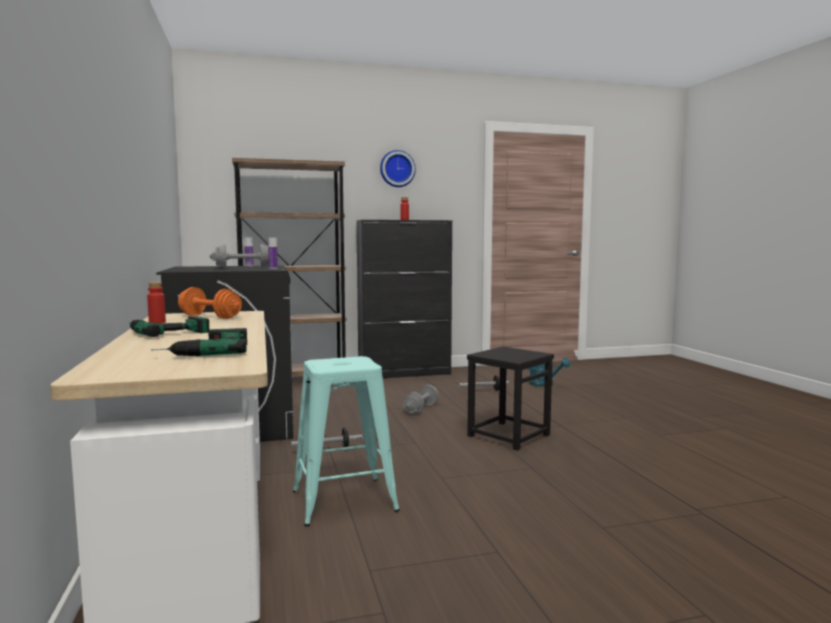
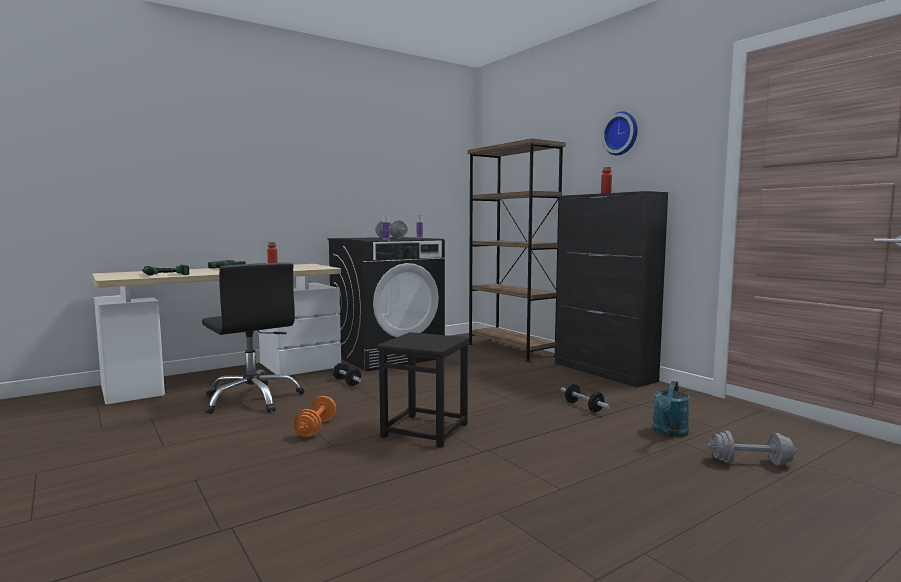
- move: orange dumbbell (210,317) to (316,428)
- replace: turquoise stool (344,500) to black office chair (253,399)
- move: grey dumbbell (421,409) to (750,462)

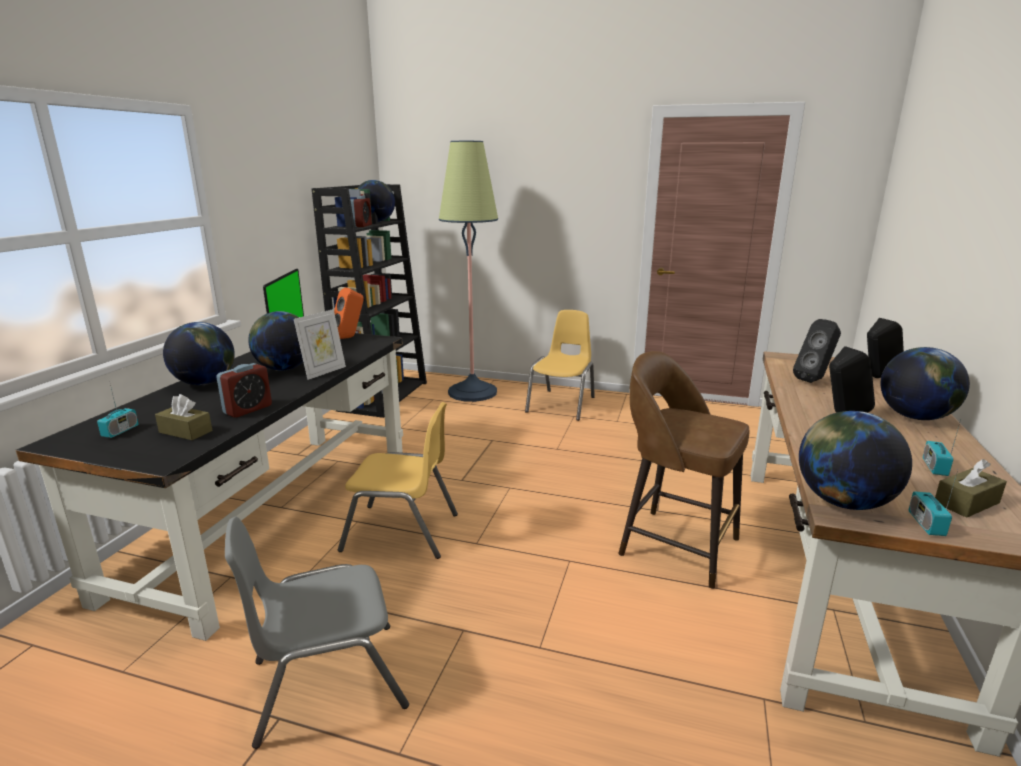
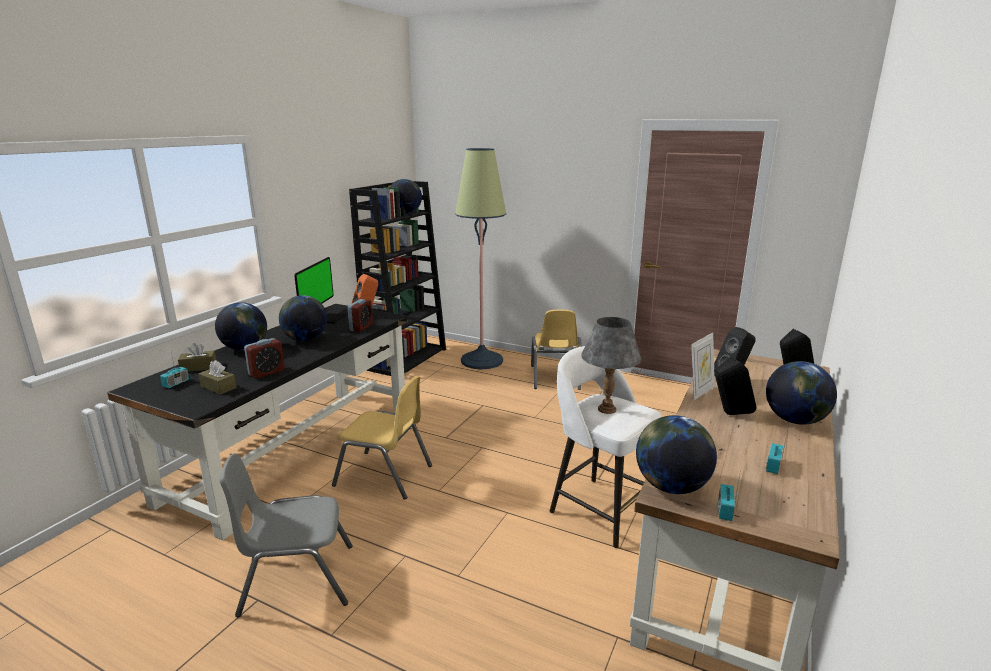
- move: picture frame (324,372) to (700,391)
- move: alarm clock (362,225) to (361,327)
- rotate: yellow chair (562,404) = (555,377) 150 degrees clockwise
- recolor: brown stool (675,545) to white stool (600,509)
- move: brown tissue box (966,503) to (198,367)
- insert: grey table lamp (606,409)

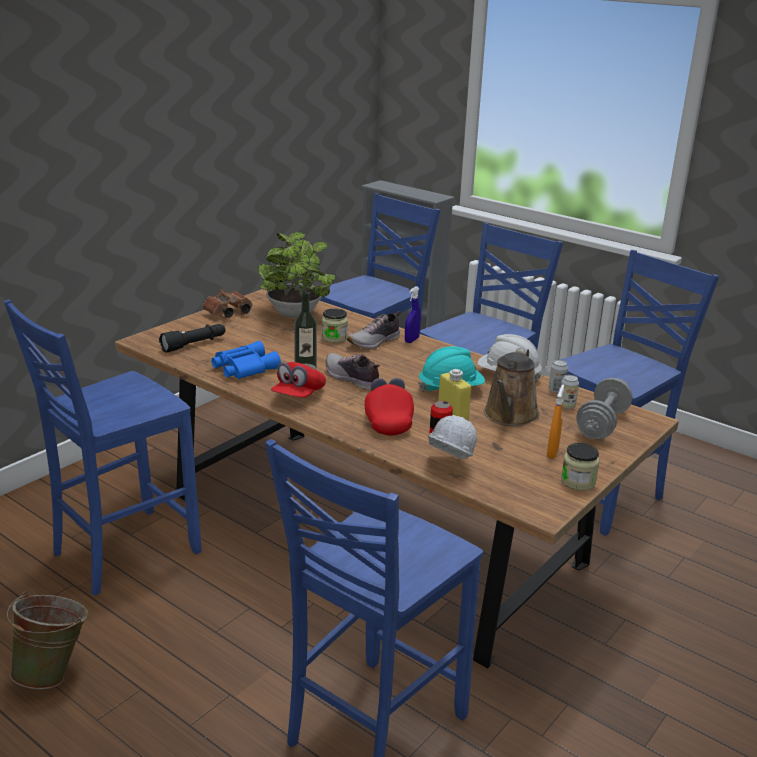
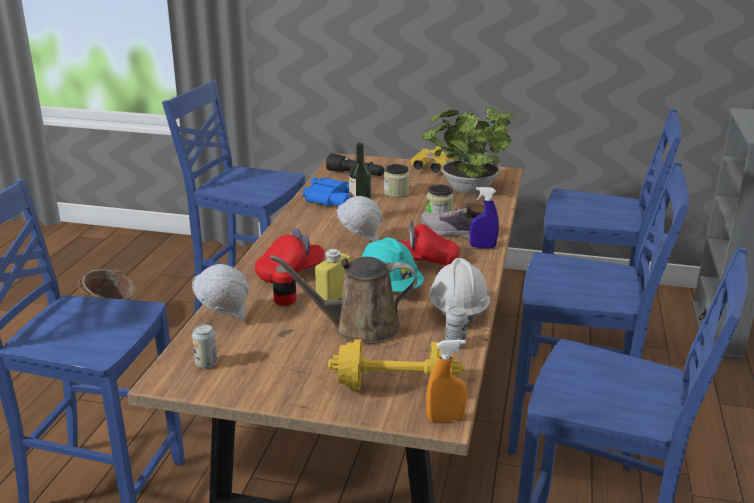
- recolor: brown binoculars (228,313) to yellow binoculars (431,169)
- move: red cap (298,395) to (424,261)
- replace: shoe (351,379) to white hard hat (360,240)
- move: orange spray bottle (552,452) to (445,419)
- move: can (566,406) to (206,363)
- move: jar (578,482) to (396,193)
- recolor: grey dumbbell (602,424) to yellow dumbbell (395,386)

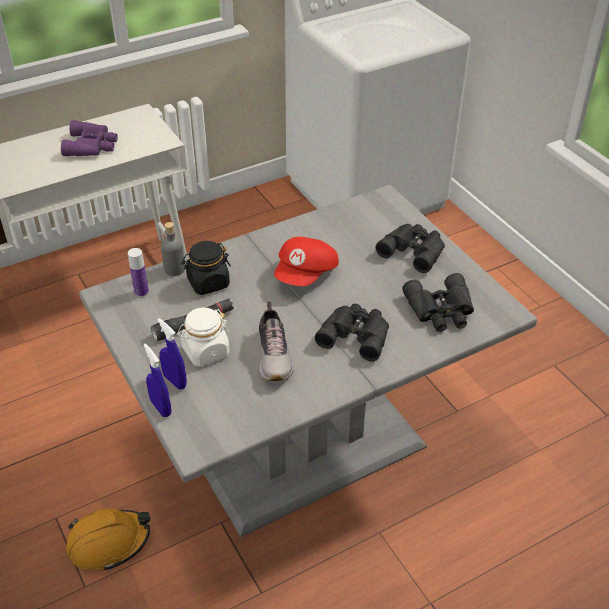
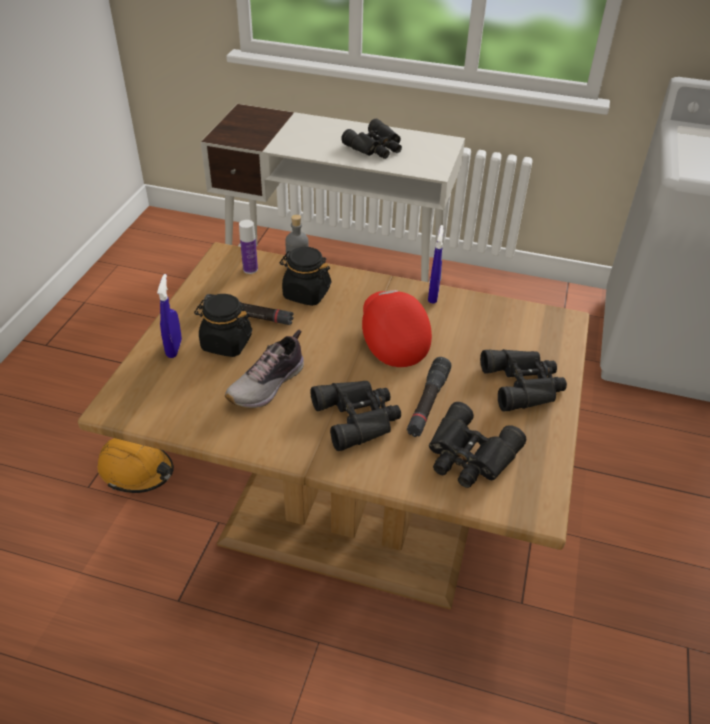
- recolor: purple binoculars (92,145) to black binoculars (376,147)
- recolor: grey dining table (304,444) to brown dining table (350,516)
- move: blue spray bottle (161,408) to (433,295)
- recolor: white jar (205,352) to black jar (226,343)
- rotate: red cap (306,274) = (392,339) 90 degrees clockwise
- insert: black flashlight (427,403)

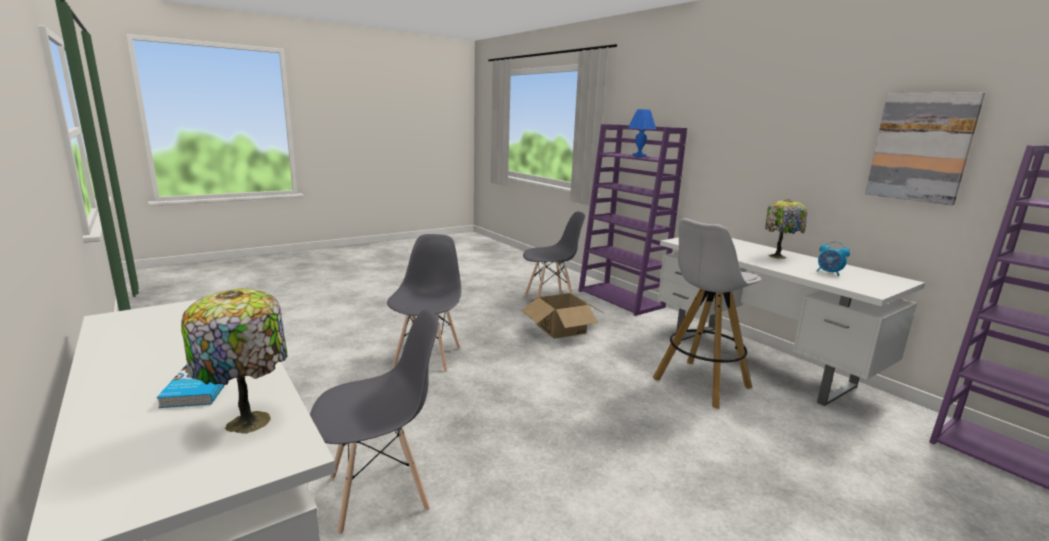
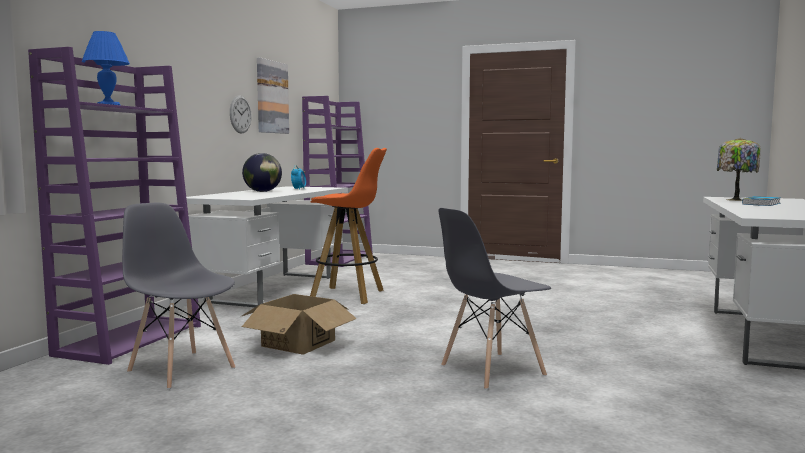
- delete: grey chair (379,492)
- recolor: white stool (700,384) to orange stool (349,296)
- replace: table lamp (778,256) to globe (263,191)
- insert: wall clock (240,114)

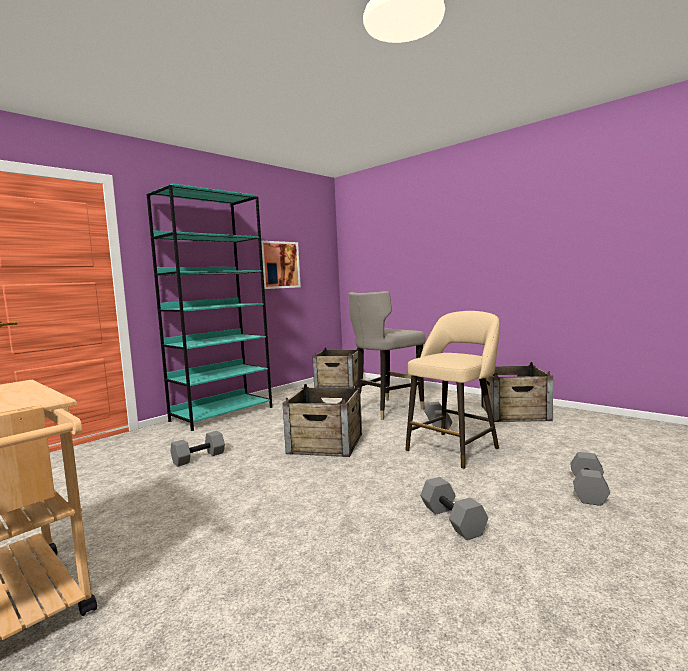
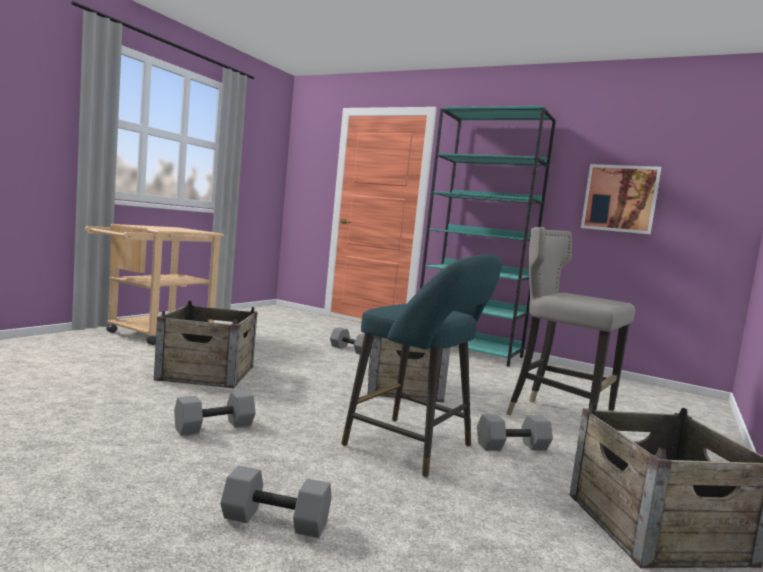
- move: crate (338,383) to (206,372)
- recolor: beige stool (455,448) to turquoise stool (414,448)

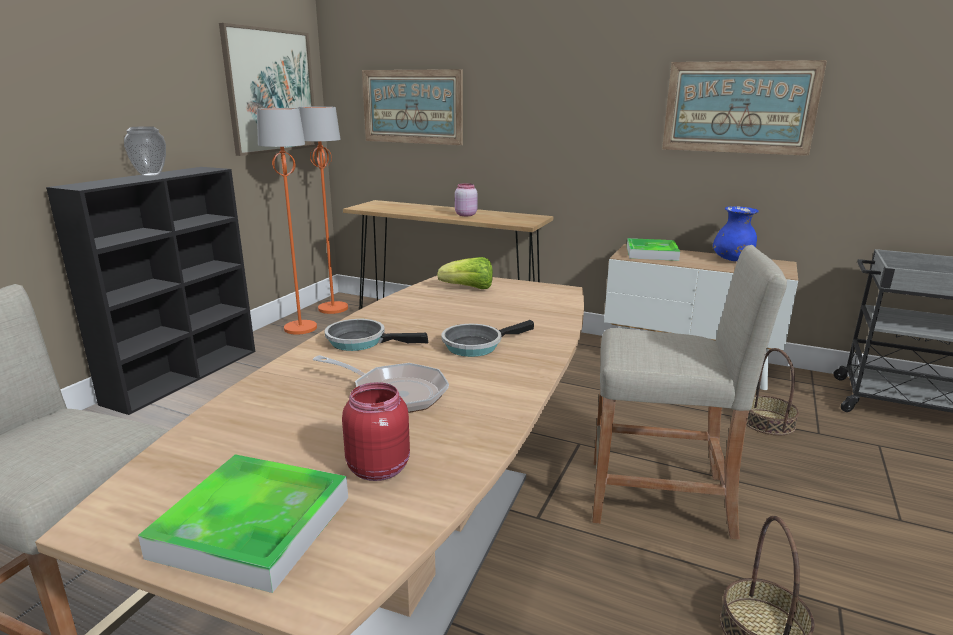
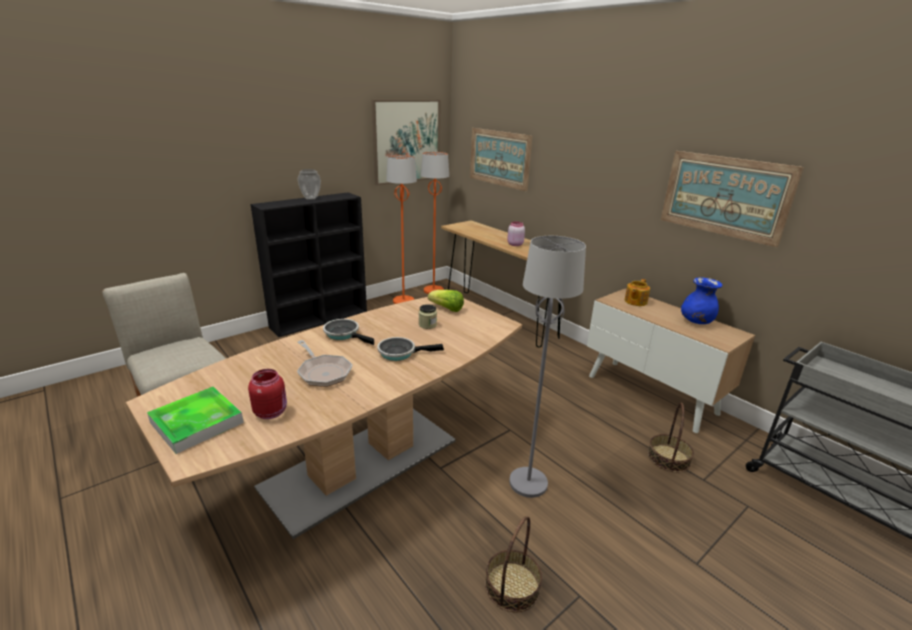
- replace: beige stool (659,498) to grey floor lamp (528,483)
- replace: tray (651,253) to teapot (635,301)
- insert: jar (427,325)

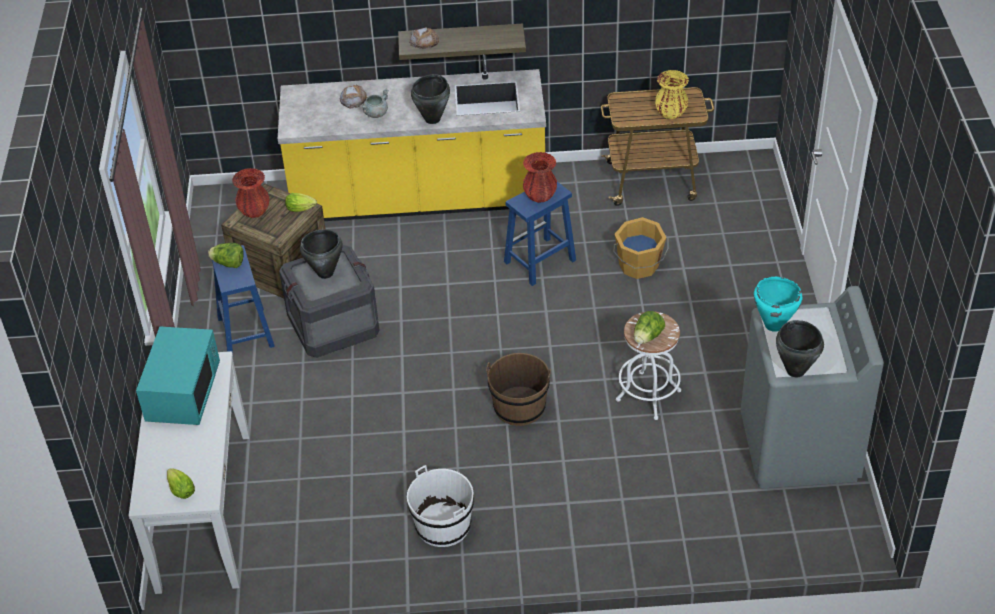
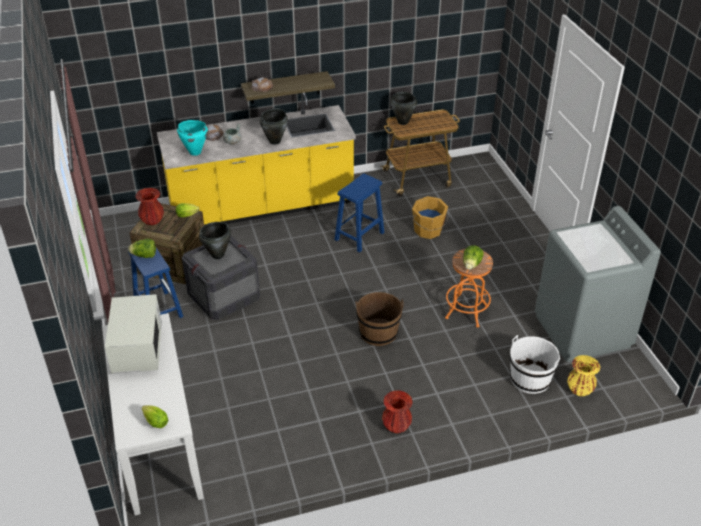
- recolor: turquoise microwave (183,393) to white microwave (137,348)
- move: white bucket (443,525) to (530,379)
- move: red vase (540,195) to (396,426)
- recolor: white stool (648,395) to orange stool (466,312)
- move: yellow vase (671,113) to (580,390)
- move: turquoise cooking pot (773,324) to (195,152)
- move: black cooking pot (795,371) to (402,122)

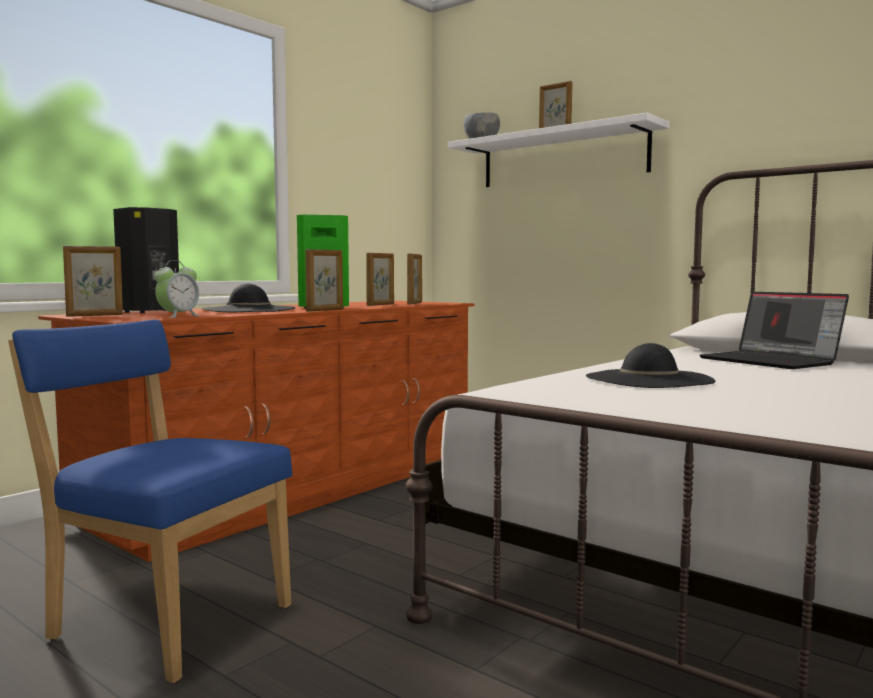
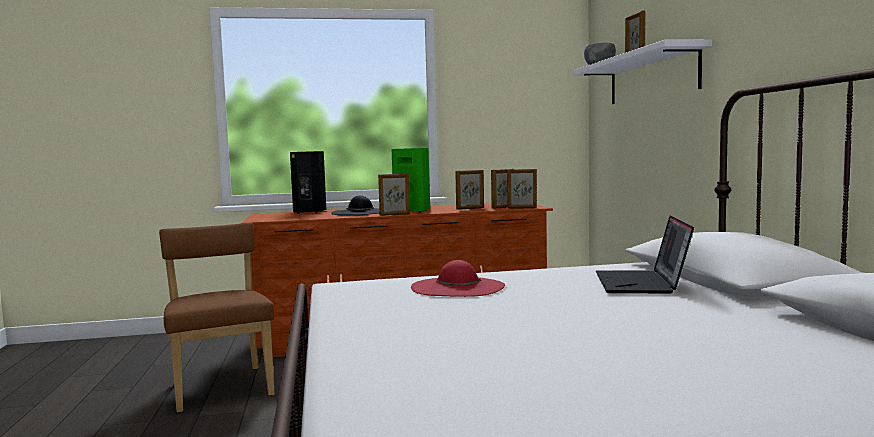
- recolor: blue chair (164,620) to brown chair (222,386)
- move: picture frame (95,315) to (522,208)
- delete: alarm clock (178,316)
- recolor: black hat (649,379) to red hat (457,287)

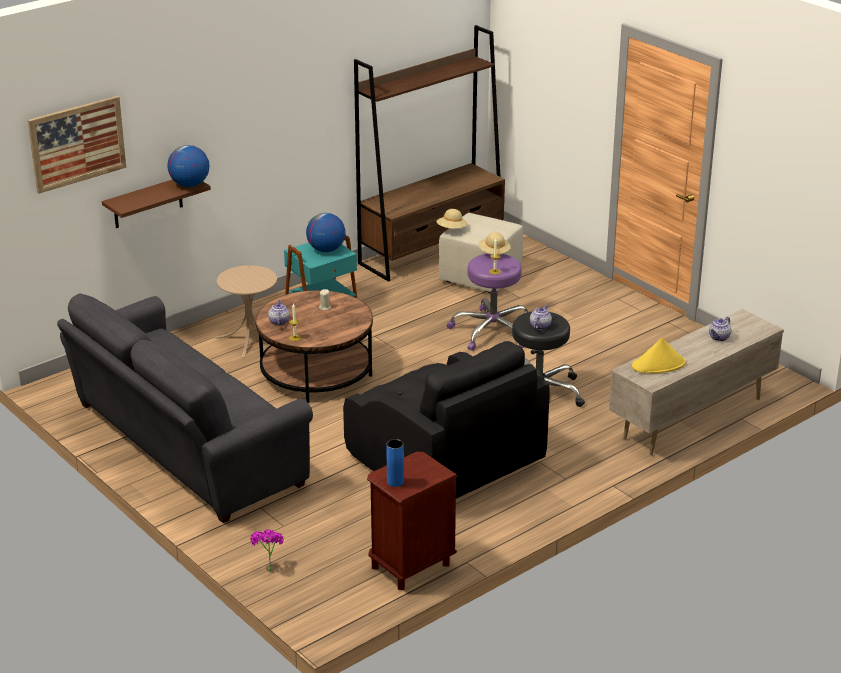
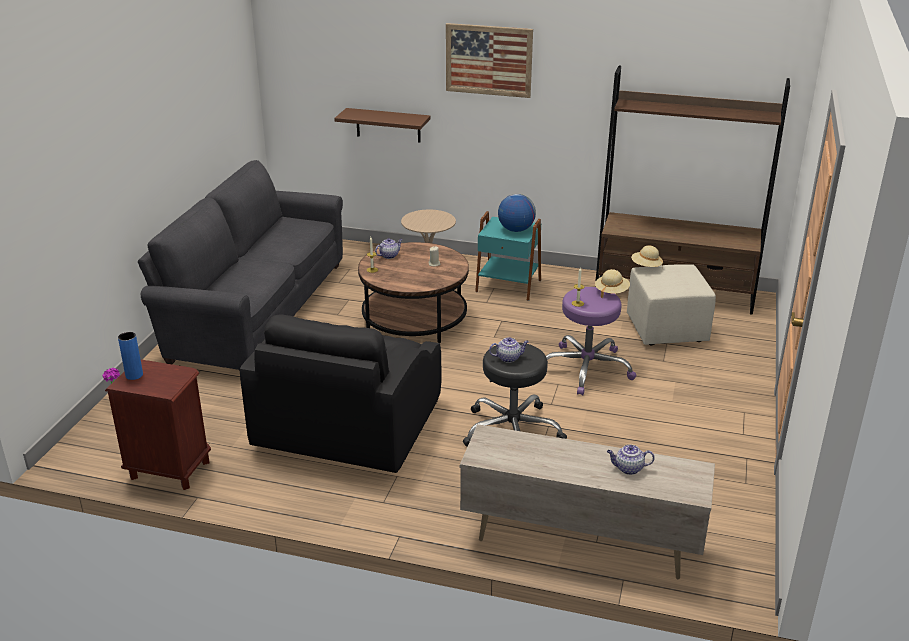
- move: picture (77,143) to (488,60)
- delete: globe (189,185)
- delete: yellow hat (658,365)

